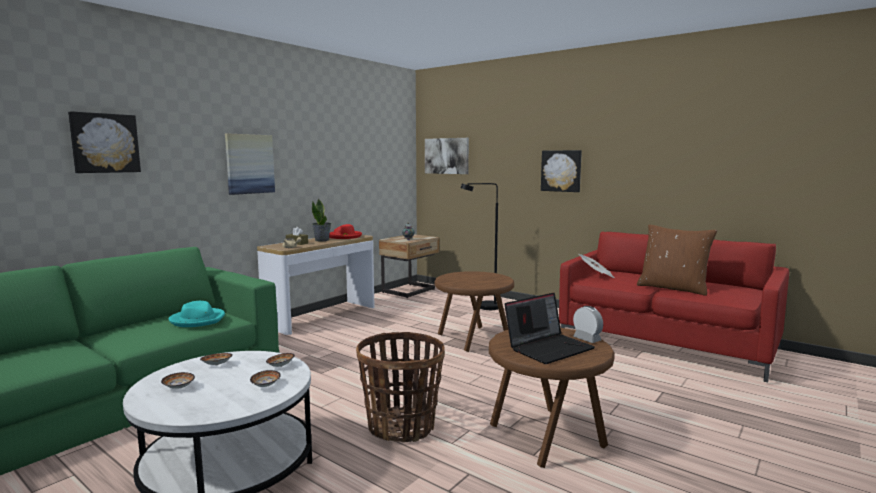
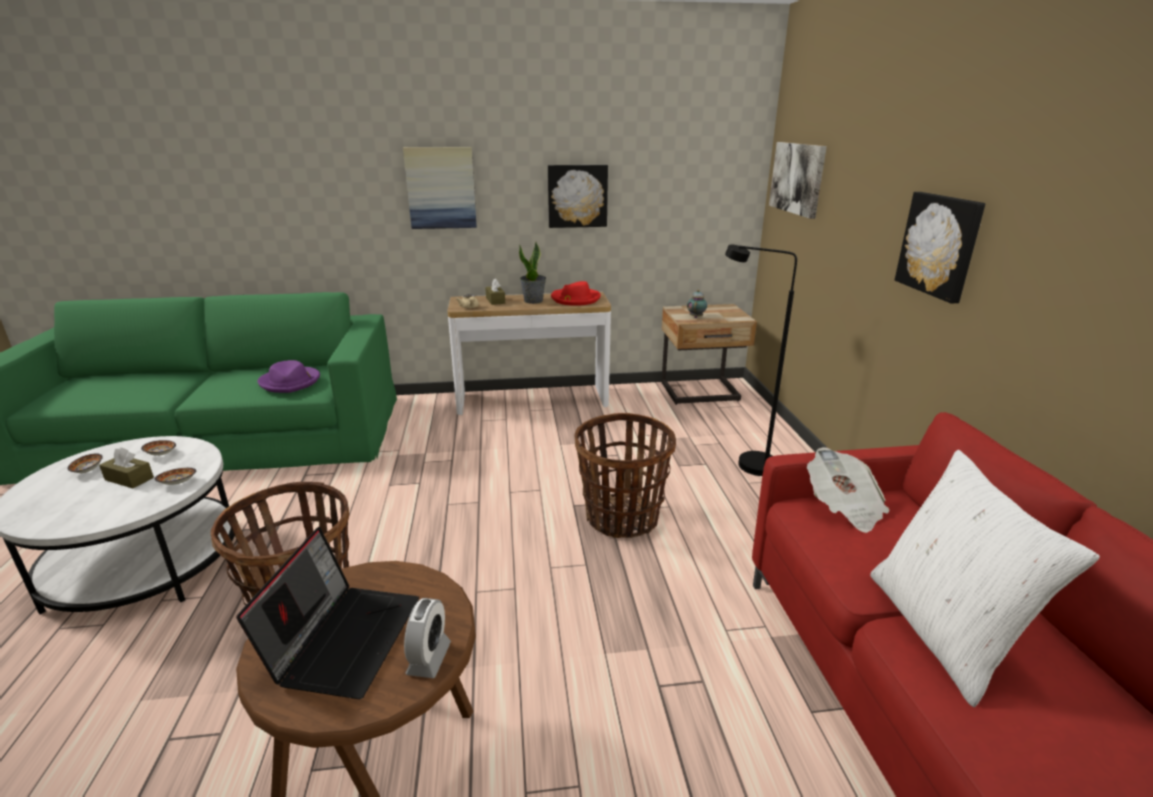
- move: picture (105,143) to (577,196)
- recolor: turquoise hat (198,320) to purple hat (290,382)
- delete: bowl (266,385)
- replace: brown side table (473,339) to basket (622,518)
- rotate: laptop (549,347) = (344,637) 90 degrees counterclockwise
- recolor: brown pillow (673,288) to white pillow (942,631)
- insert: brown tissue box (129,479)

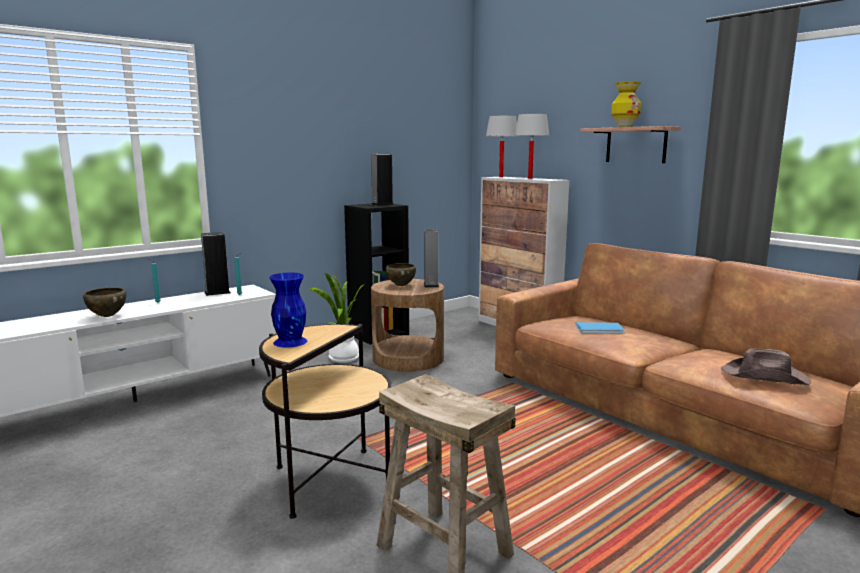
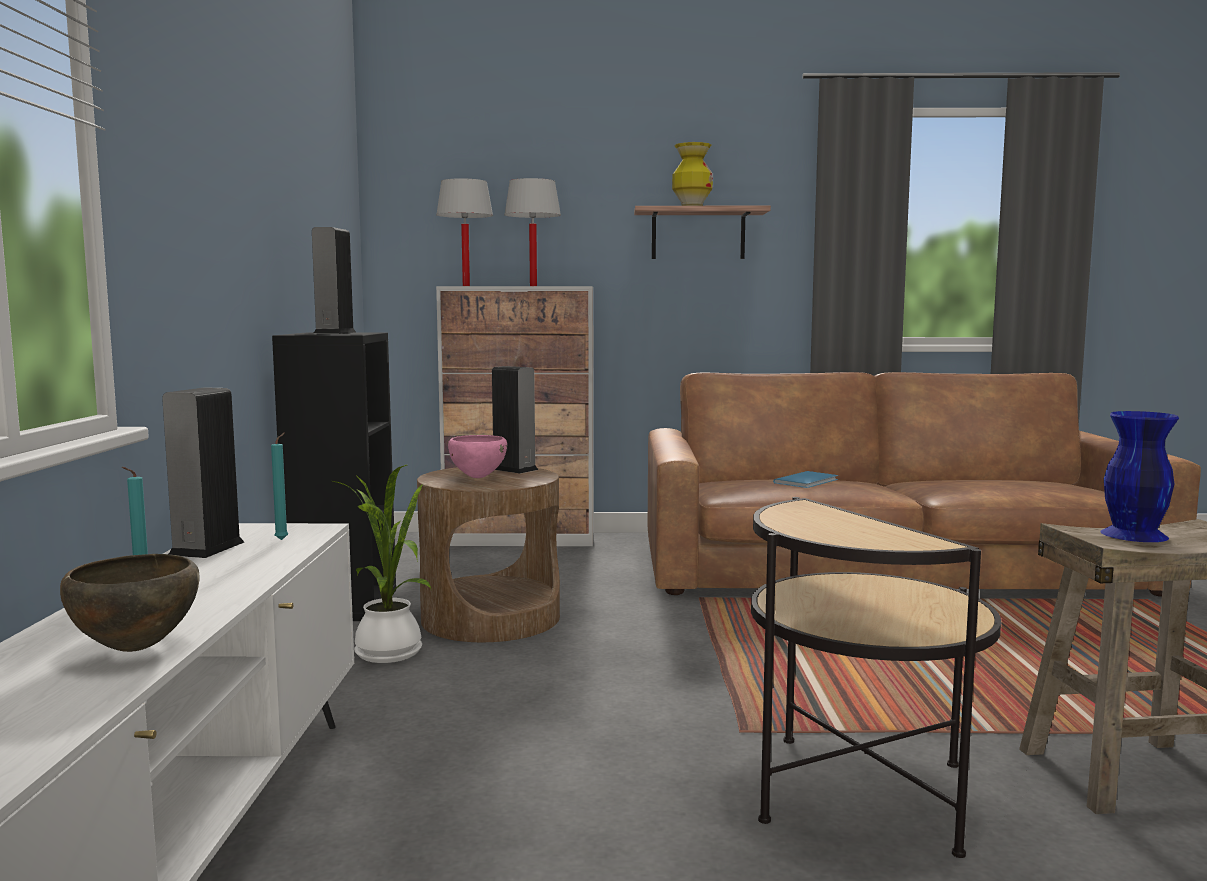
- move: blue vase (290,341) to (1132,534)
- recolor: brown bowl (401,285) to pink bowl (477,477)
- delete: brown hat (765,377)

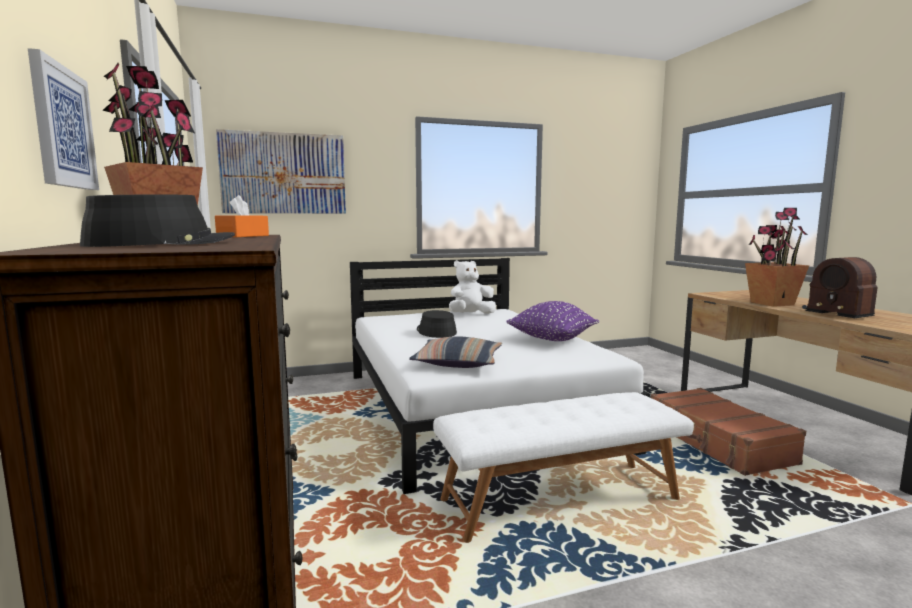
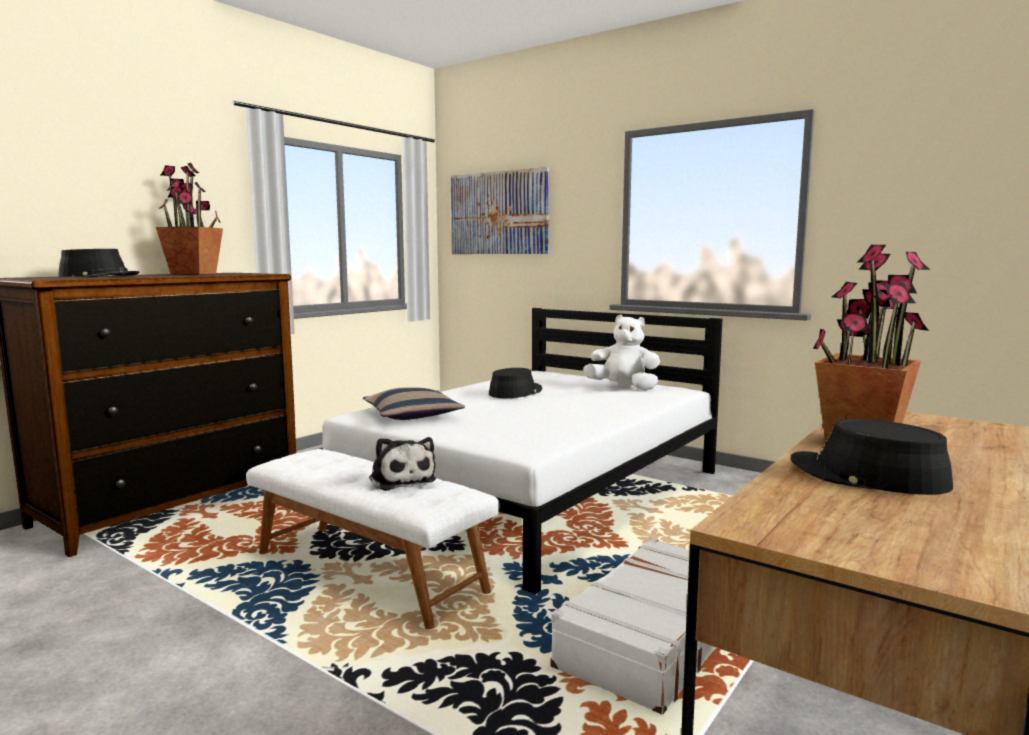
- delete: picture (62,127)
- delete: orange tissue box (243,236)
- delete: purple pillow (552,340)
- recolor: brown suitcase (717,442) to white suitcase (653,638)
- replace: radio (836,312) to black hat (867,475)
- insert: plush toy (401,480)

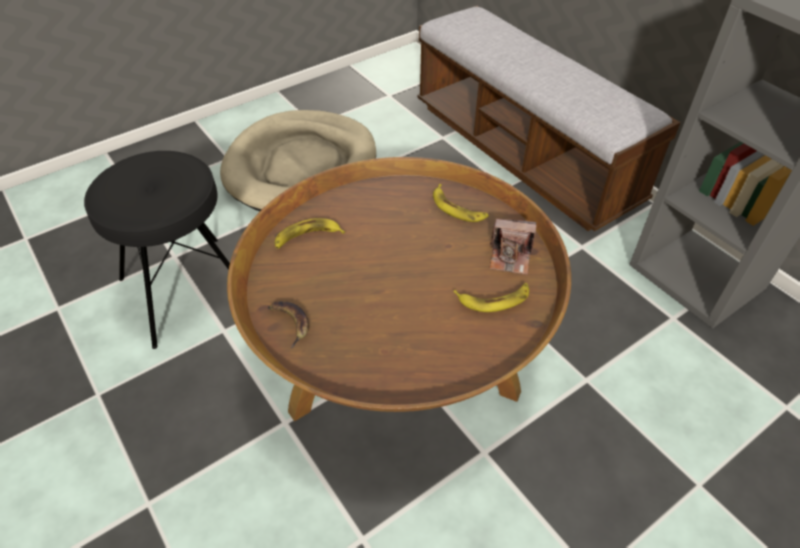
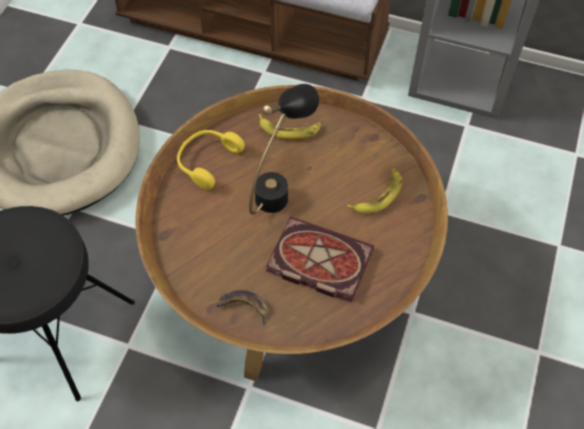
- delete: banana (307,237)
- delete: photo camera (510,257)
- insert: yellow headphones (207,161)
- insert: black table lamp (280,187)
- insert: book (316,261)

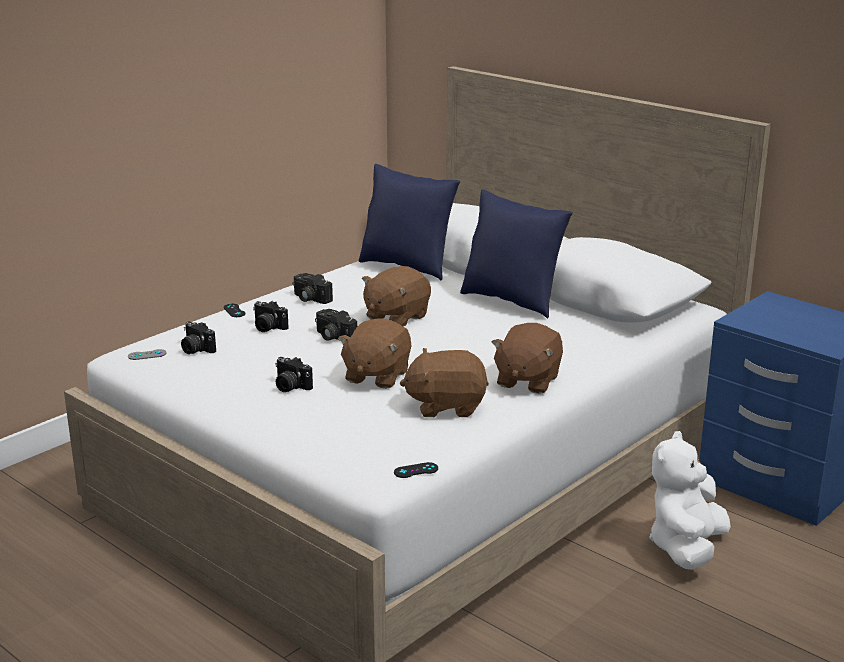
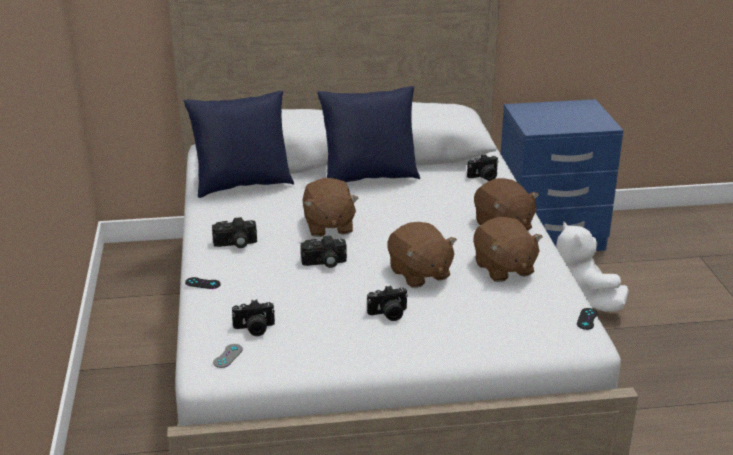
- move: photo camera (267,328) to (484,177)
- rotate: brown plush toy (446,406) = (503,269) 60 degrees counterclockwise

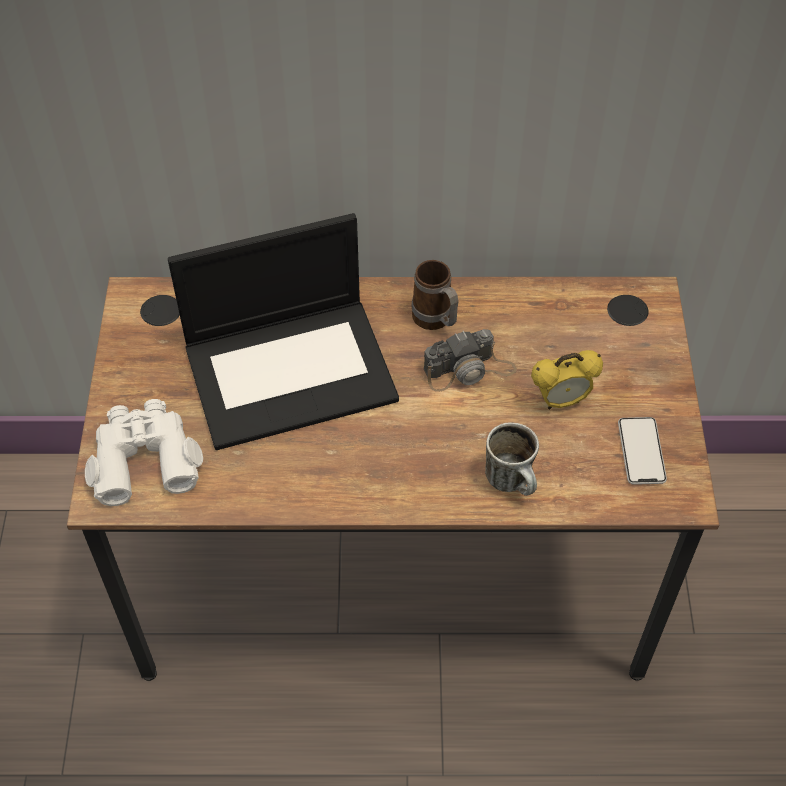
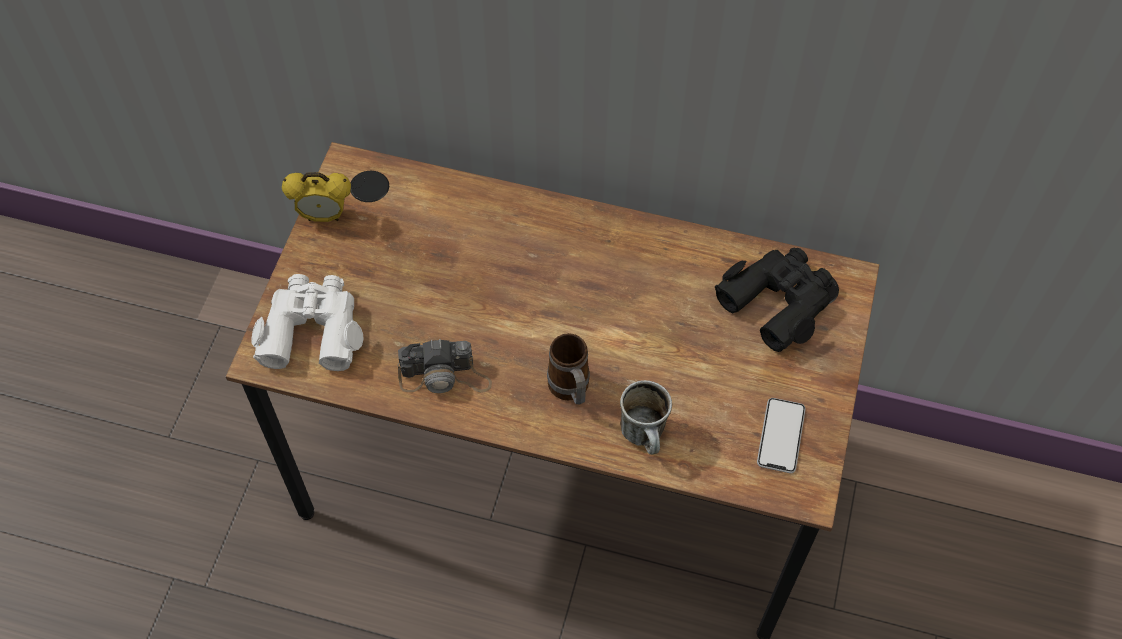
- delete: laptop (292,370)
- move: mug (436,321) to (570,391)
- move: photo camera (469,370) to (445,376)
- move: alarm clock (561,401) to (324,216)
- insert: black binoculars (778,300)

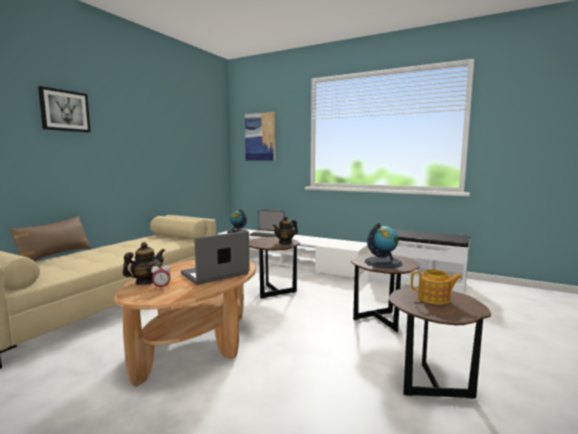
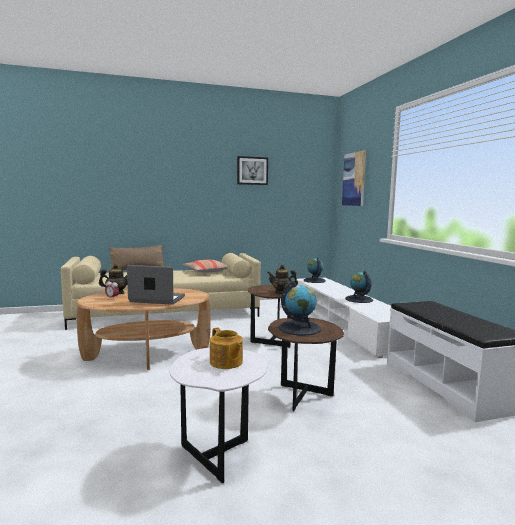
- move: picture (64,110) to (252,170)
- delete: laptop (267,234)
- recolor: brown side table (431,383) to white side table (219,453)
- insert: pillow (206,271)
- insert: globe (358,299)

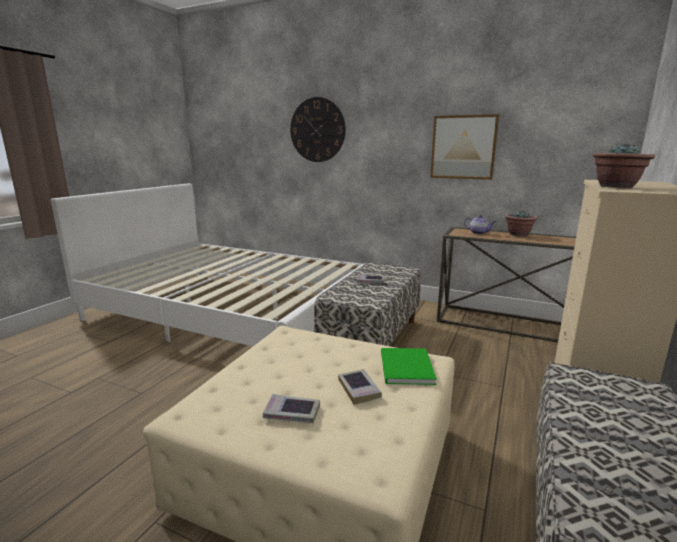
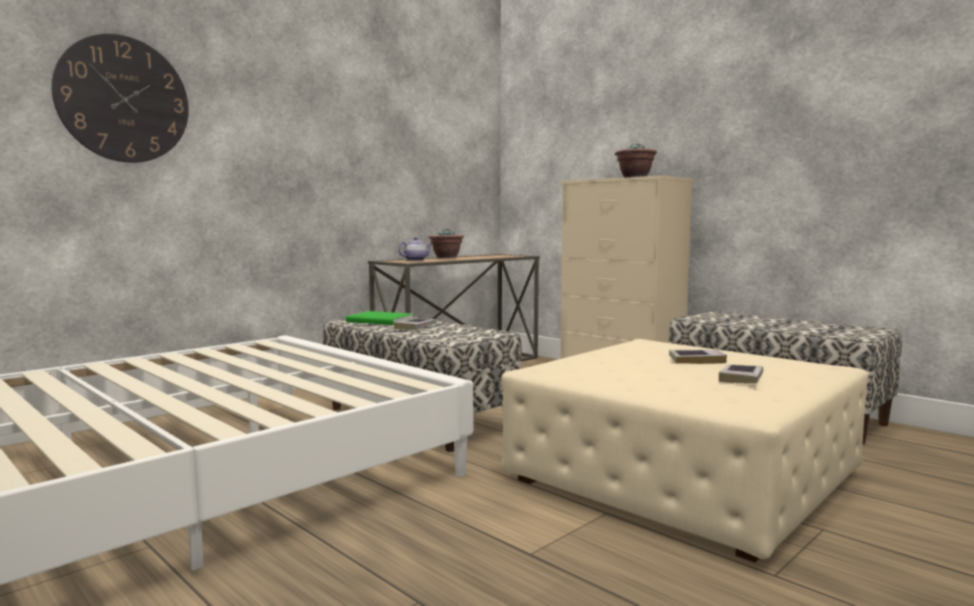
- move: green book (405,368) to (380,320)
- delete: picture (463,147)

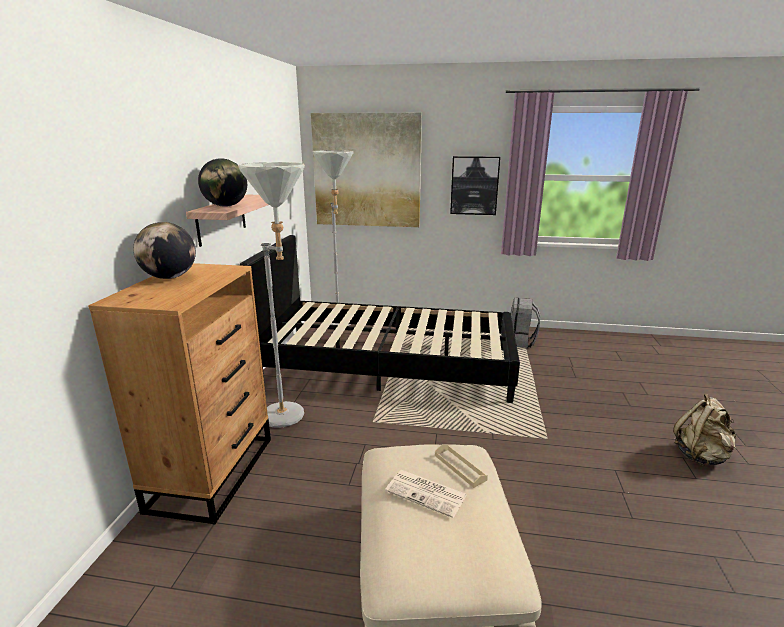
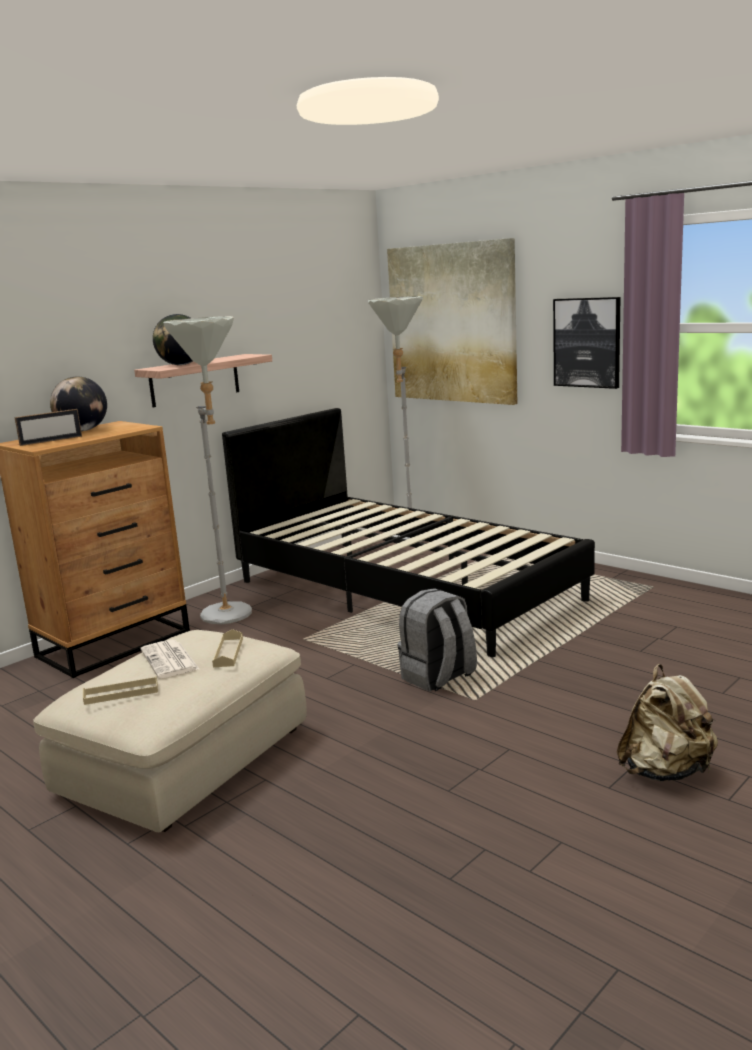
- move: grey backpack (520,342) to (438,678)
- insert: picture frame (51,441)
- insert: beige tray (121,693)

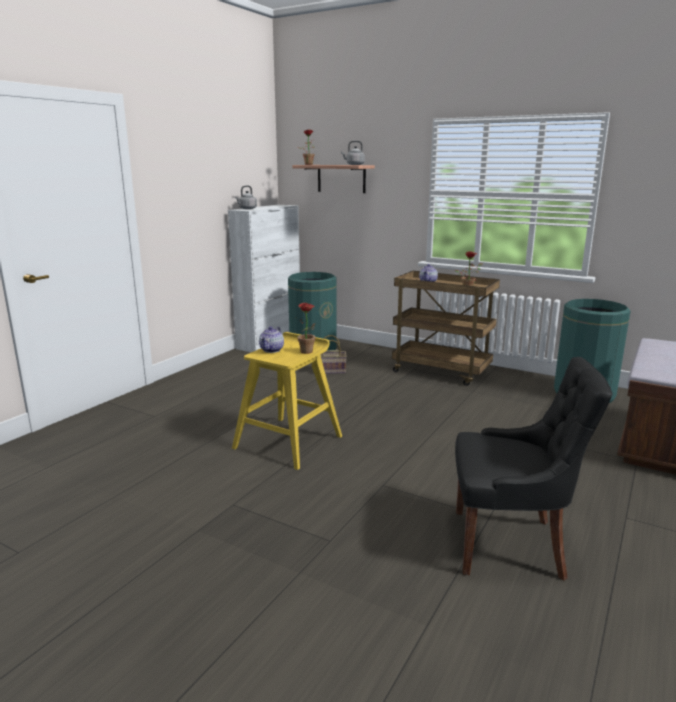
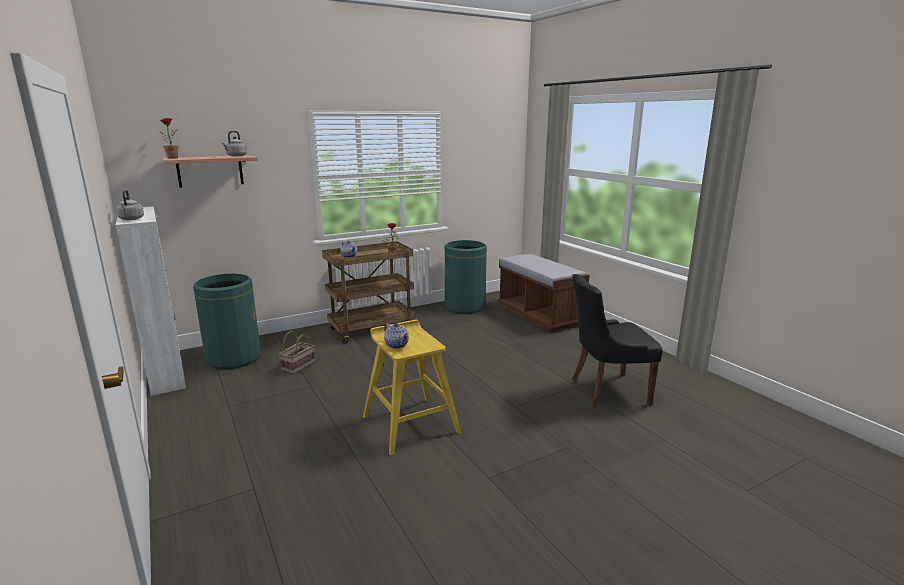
- delete: potted plant (308,352)
- rotate: black chair (510,545) = (607,390) 135 degrees counterclockwise

